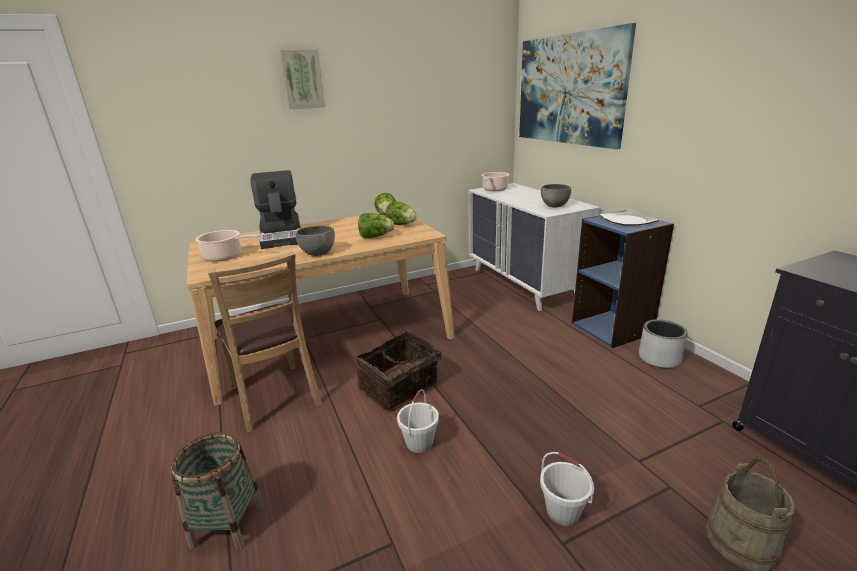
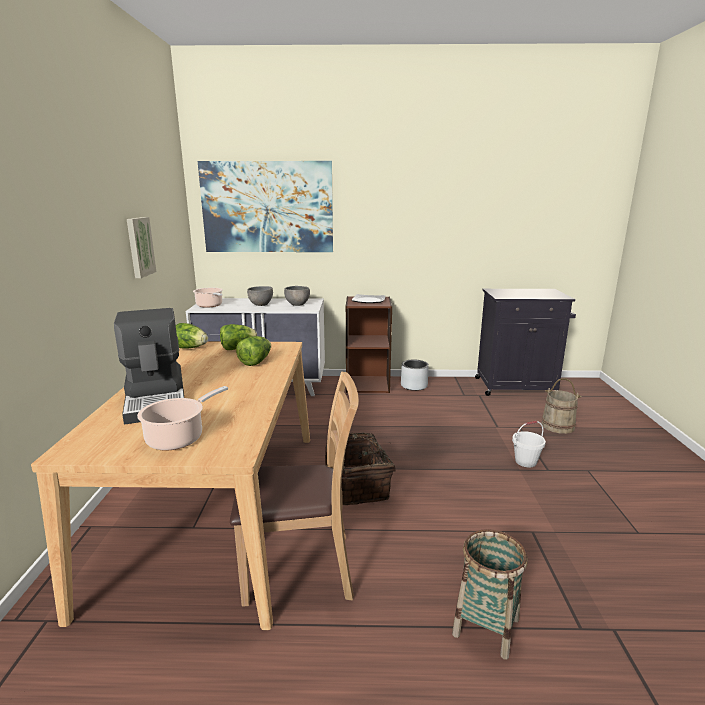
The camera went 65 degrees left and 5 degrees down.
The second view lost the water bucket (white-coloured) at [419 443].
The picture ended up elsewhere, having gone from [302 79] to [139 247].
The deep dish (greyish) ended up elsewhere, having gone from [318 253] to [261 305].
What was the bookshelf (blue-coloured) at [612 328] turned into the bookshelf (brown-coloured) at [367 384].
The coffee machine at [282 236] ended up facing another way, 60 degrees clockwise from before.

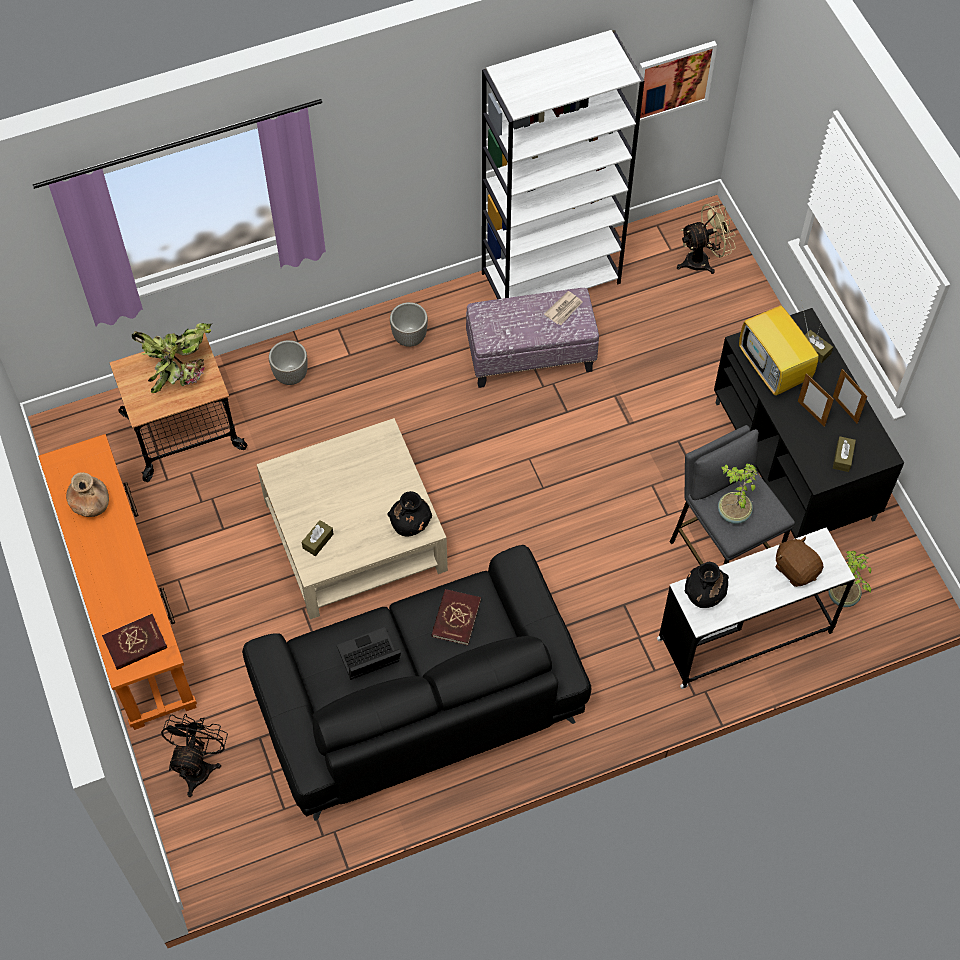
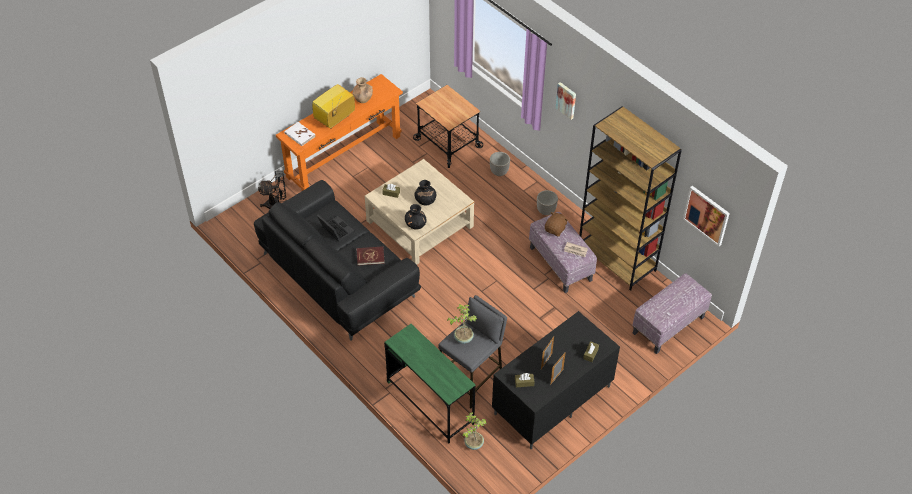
The camera went 70 degrees right and 10 degrees down.
The second view lost the potted plant at [180 370].
The second view gained the picture at [566 100].
The flower vase (black-coloured) ended up elsewhere, having gone from [704 594] to [425 201].
The TV set ended up elsewhere, having gone from [775 369] to [334 119].
The cuddly toy (brown-coloured) ended up elsewhere, having gone from [796 569] to [555 229].
Where the cooling fan (sand-coloured) stood at [703 260], the ottoman came to stand at [668 324].
What was the book (red-coloured) at [135 643] turned into the book (white-coloured) at [299 135].
What was the bookshelf (white-coloured) at [551 277] turned into the bookshelf (brown-coloured) at [617 259].
What was the desk table (white-coloured) at [745 636] turned into the desk table (green-coloured) at [430 403].

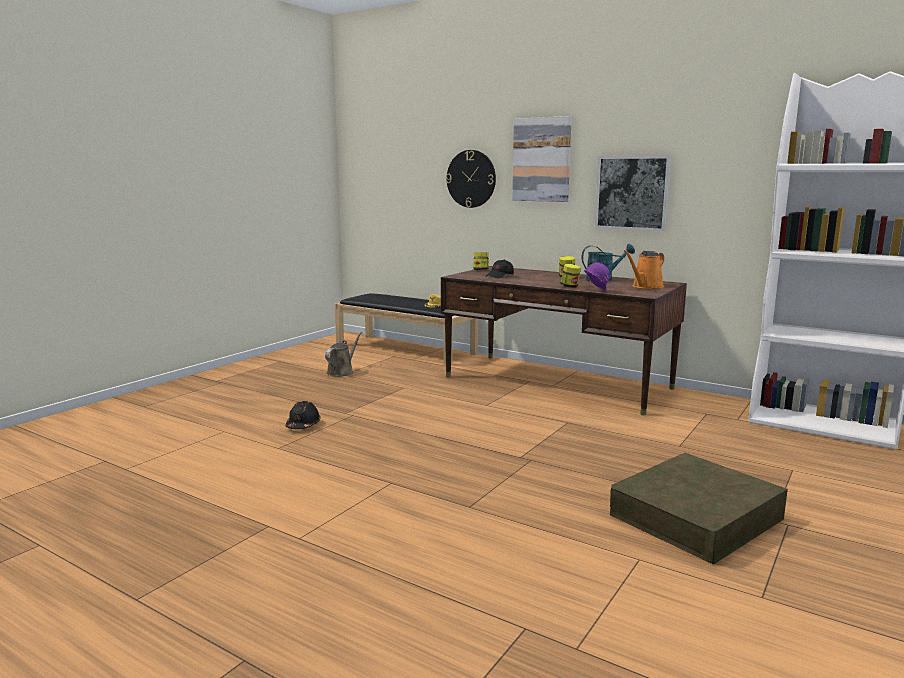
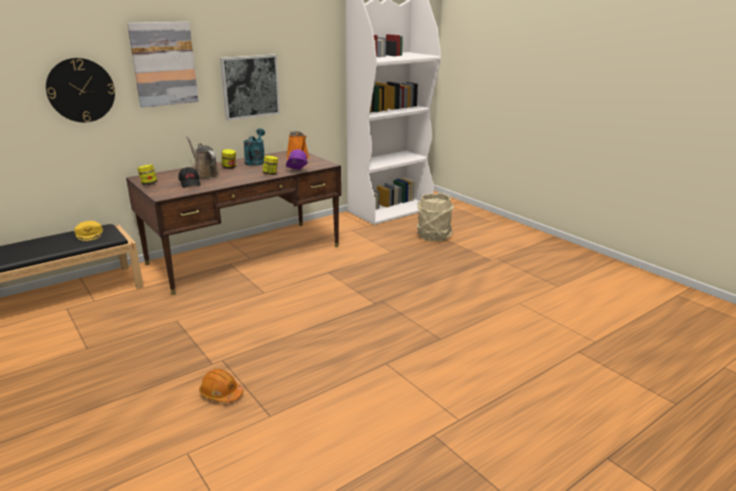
The camera went 70 degrees left and 10 degrees up.
The second view lost the storage container (brown-coloured) at [696 517].
The second view gained the water bucket (sand-coloured) at [433 236].
The watering pot (brown-coloured) ended up elsewhere, having gone from [342 372] to [205 174].
What was the work helmet (black-coloured) at [303 425] turned into the work helmet (orange-coloured) at [221 393].

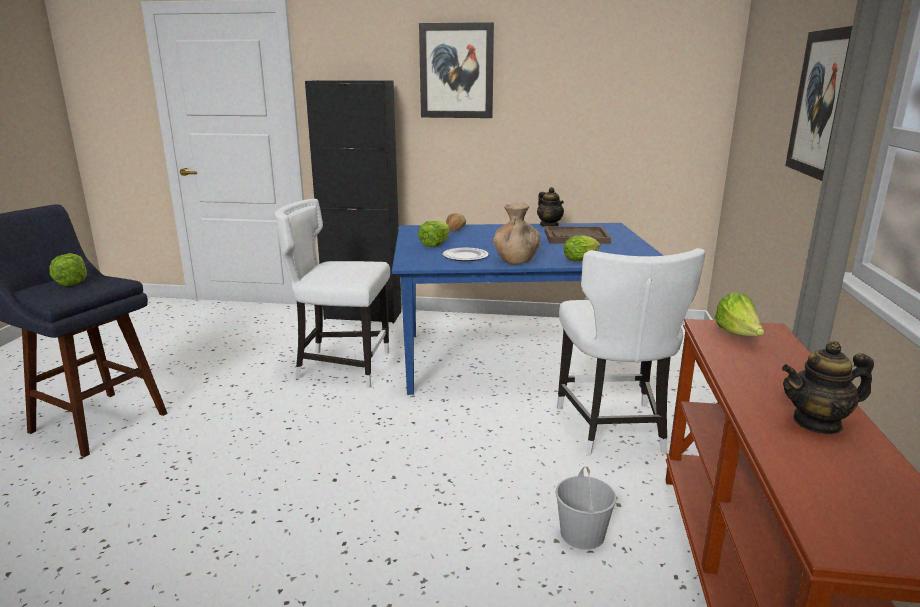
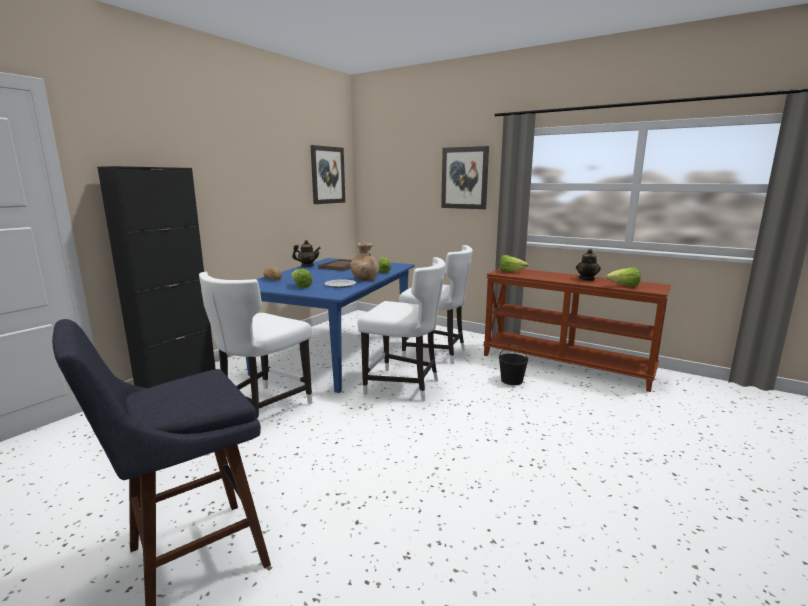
The camera went 65 degrees left and 5 degrees down.
The second view gained the chair (white-coloured) at [404 386].
The head of lettuce ended up elsewhere, having gone from [72 282] to [623 286].
The picture ended up elsewhere, having gone from [456 71] to [327 175].
What was the water bucket (white-coloured) at [583 534] turned into the water bucket (black-coloured) at [512 380].

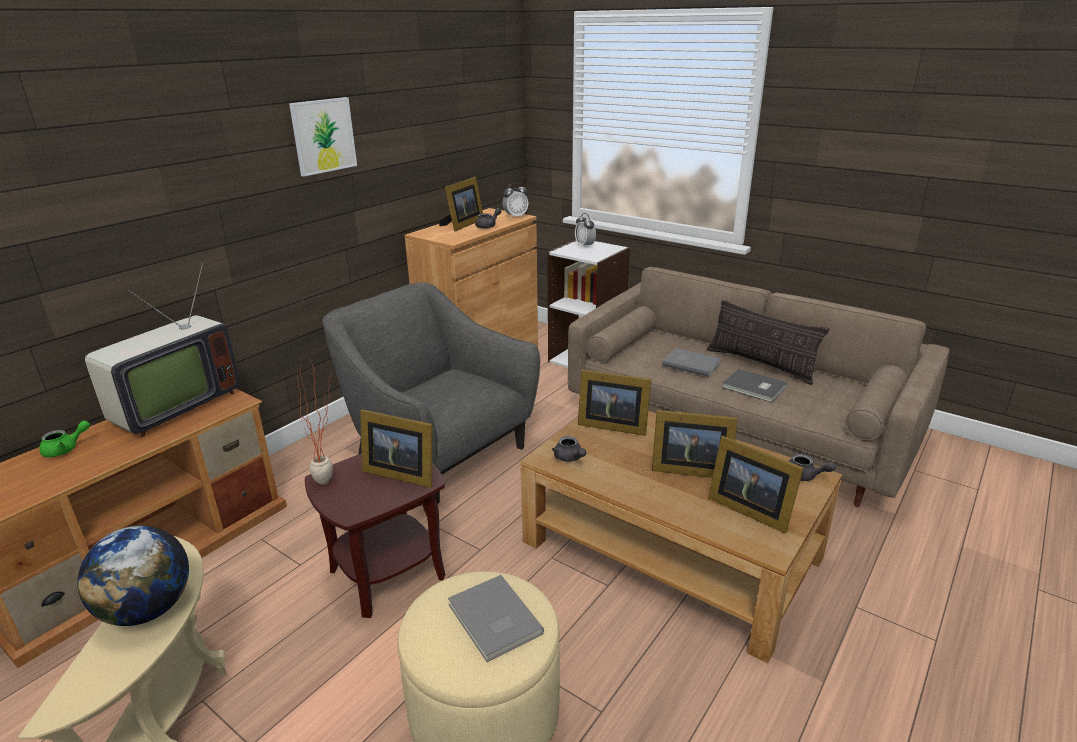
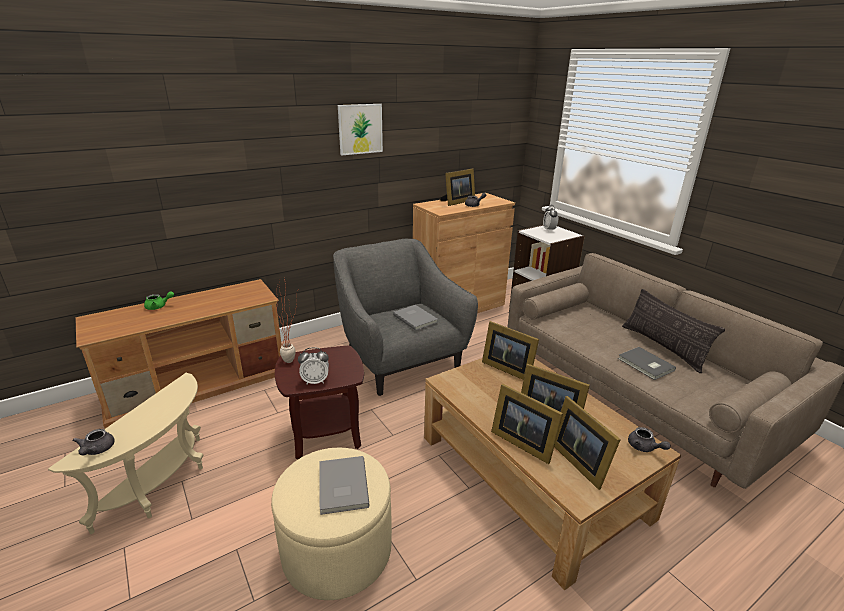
The camera went 20 degrees right and 0 degrees up.
The second view lost the desk globe at [148 610].
The second view lost the TV set at [172 408].
The standing frame ended up elsewhere, having gone from [399 472] to [522 441].
The bedside clock ended up elsewhere, having gone from [515 216] to [315 381].
The tea pot (greyish) ended up elsewhere, having gone from [569 458] to [96 450].
The book (greyish) ended up elsewhere, having gone from [691 363] to [415 318].

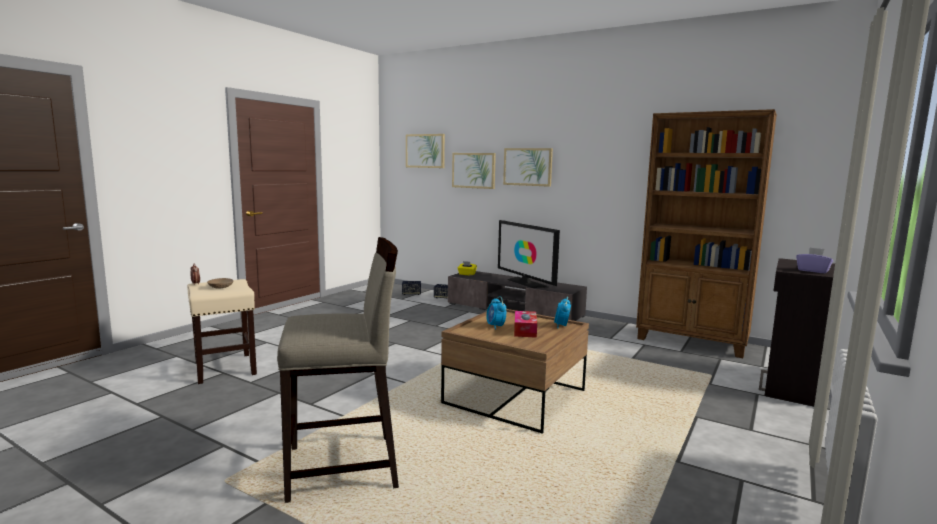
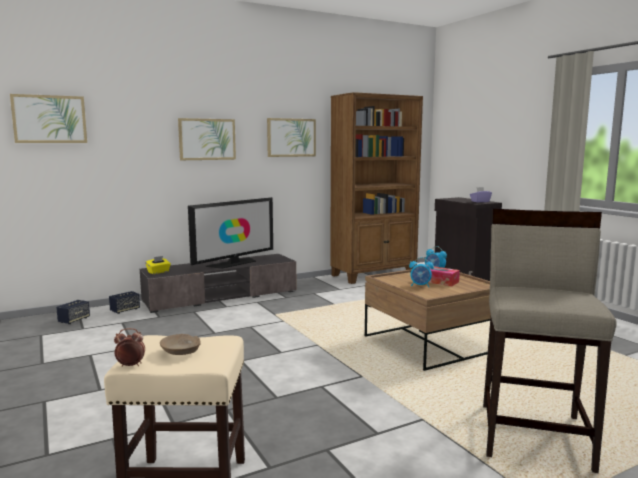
The camera went 60 degrees left and 0 degrees up.
The picture ended up elsewhere, having gone from [473 170] to [291 137].
The TV set at [526 282] ended up facing another way, 45 degrees counterclockwise from before.

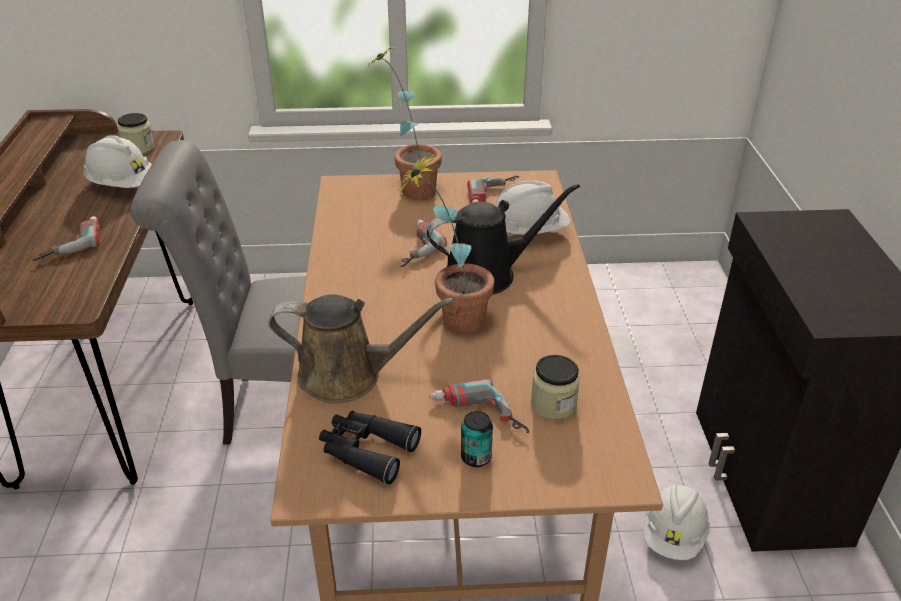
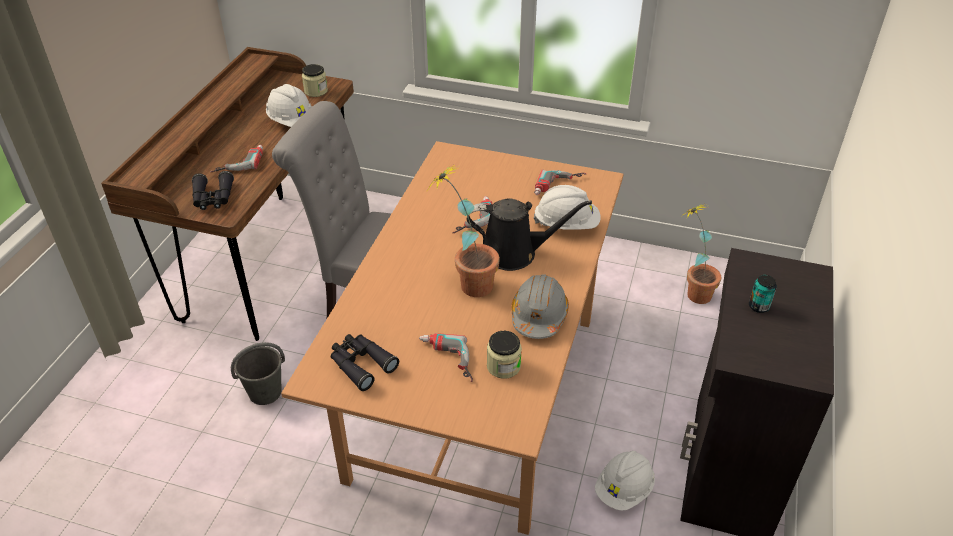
The camera went 20 degrees right and 5 degrees up.
The second view lost the watering pot (brown-coloured) at [348 376].
The second view gained the binoculars (black-coloured) at [213 198].
The second view gained the water bucket (greyish) at [265 392].
The second view gained the work helmet (greyish) at [539 315].
The potted plant ended up elsewhere, having gone from [409 188] to [692 291].
The sealed can ended up elsewhere, having gone from [476 457] to [758 306].

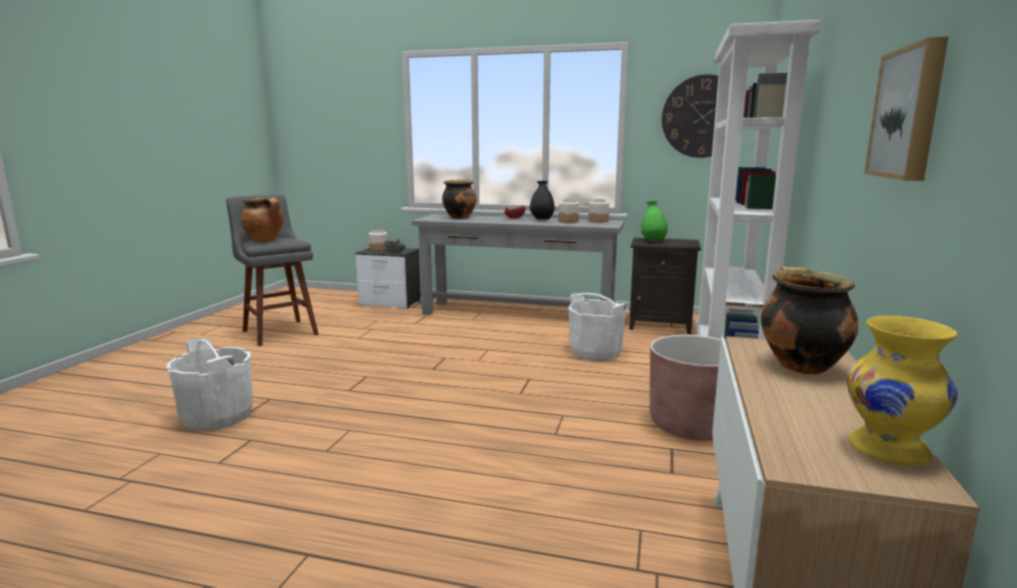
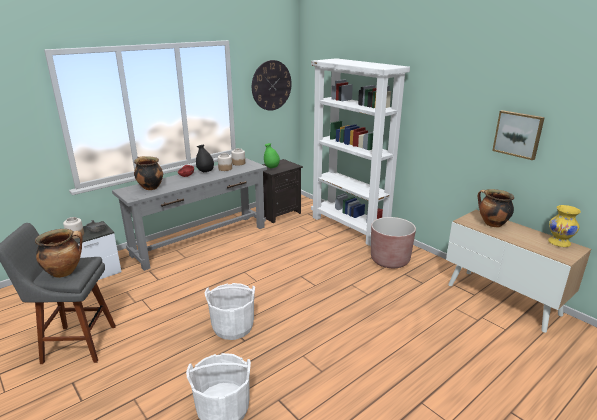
The camera went 55 degrees left and 10 degrees up.
The water bucket (white-coloured) ended up elsewhere, having gone from [595 352] to [233 327].

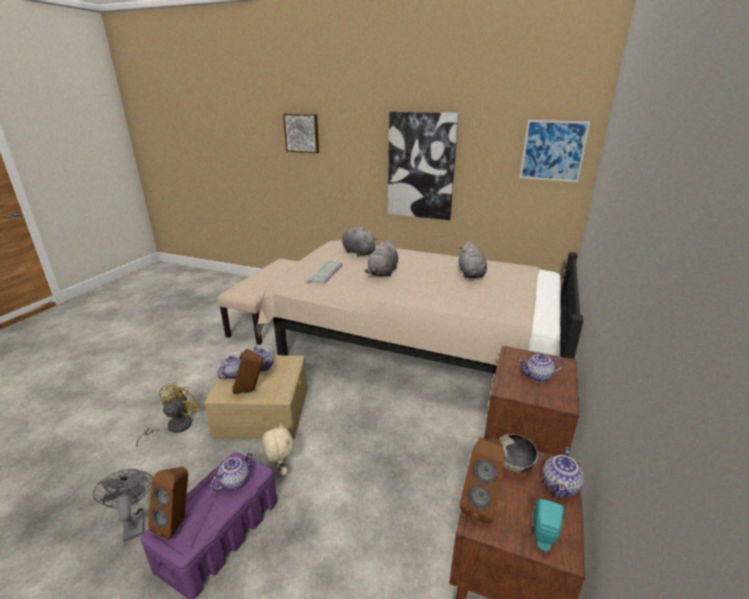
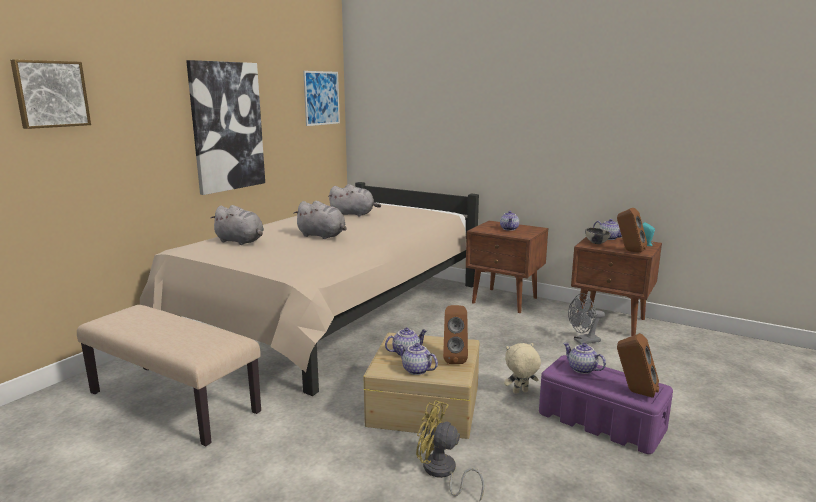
The camera went 80 degrees left and 10 degrees down.
The second view lost the keyboard at [326 273].
The cooling fan (greyish) ended up elsewhere, having gone from [133 522] to [583 341].
The cuddly toy (greyish) at [357 252] ended up facing another way, 120 degrees counterclockwise from before.

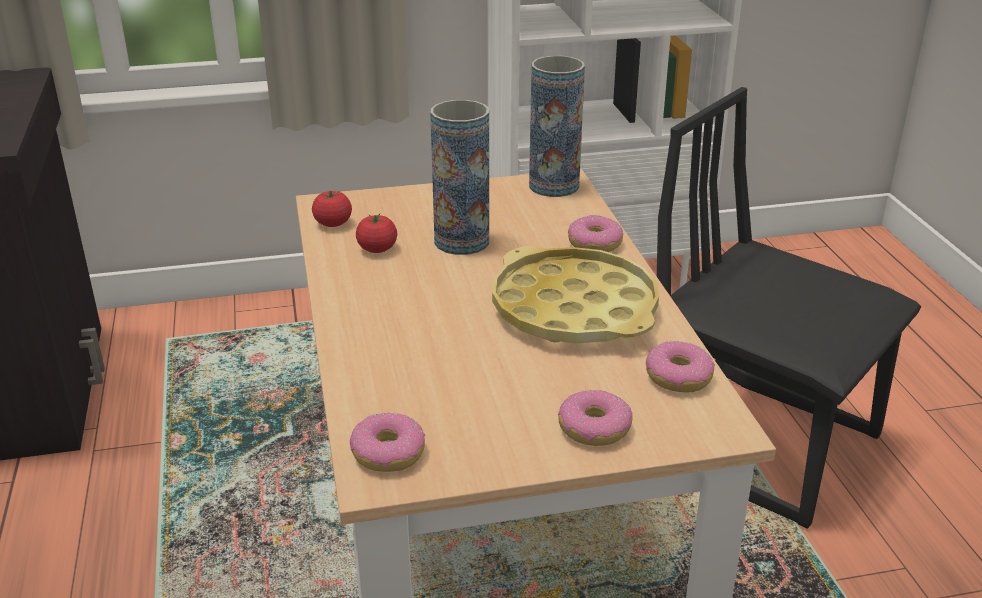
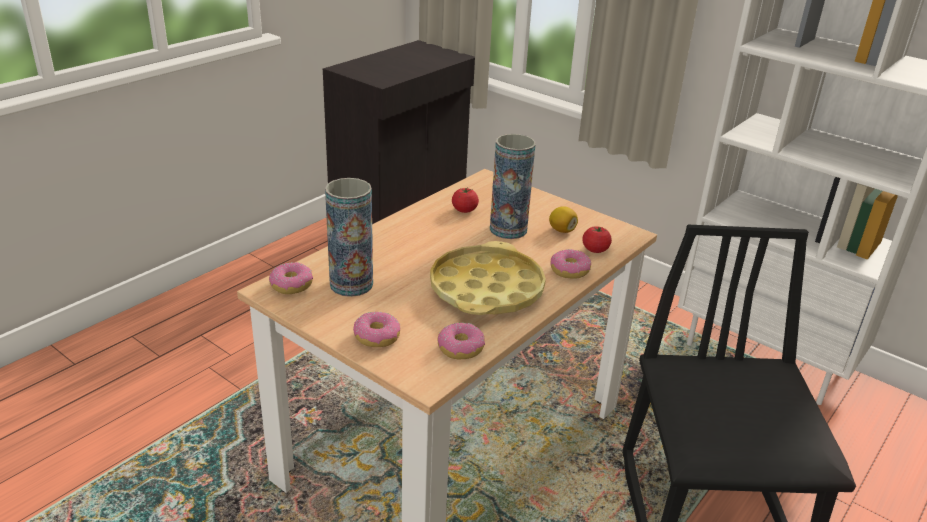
The camera went 50 degrees right and 0 degrees up.
The second view gained the citrus fruit at [562 230].
The fresh tomato ended up elsewhere, having gone from [333 223] to [595 250].
The flower vase ended up elsewhere, having gone from [554 186] to [351 284].

